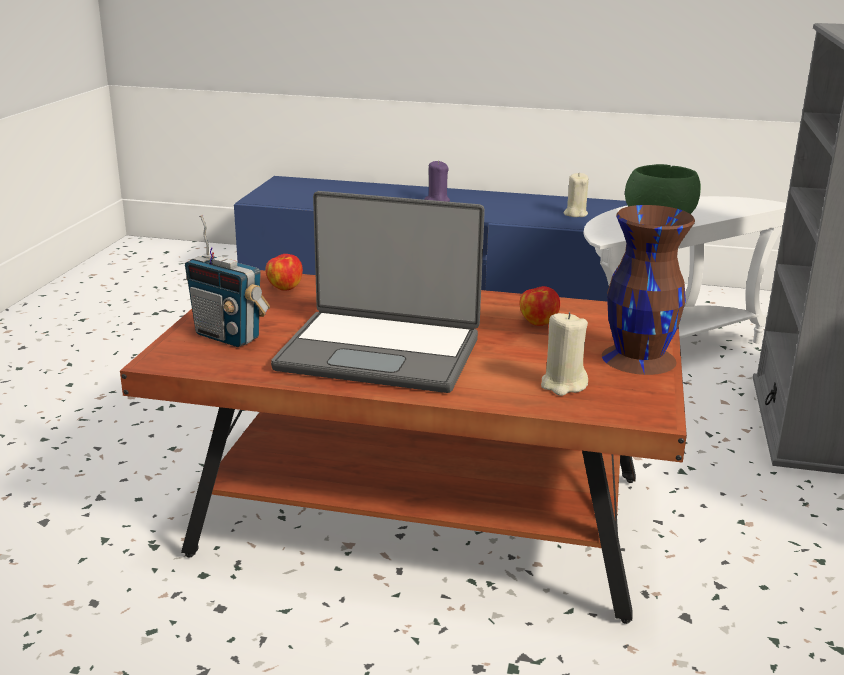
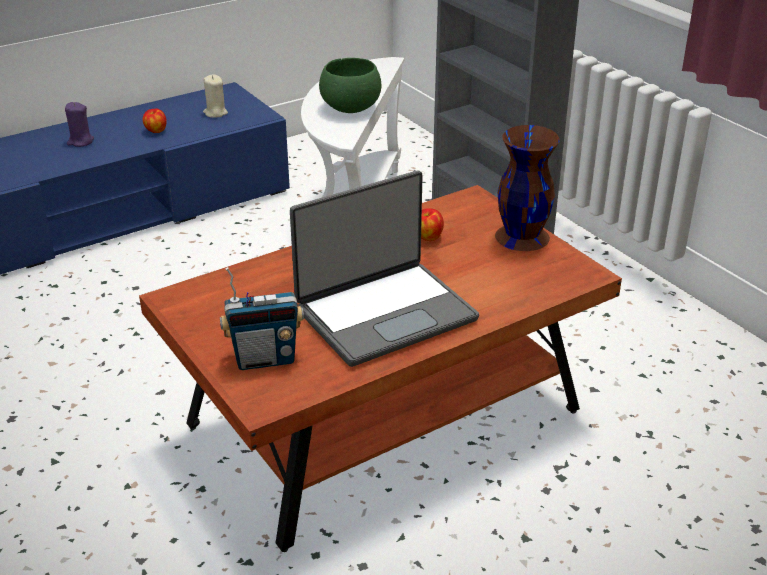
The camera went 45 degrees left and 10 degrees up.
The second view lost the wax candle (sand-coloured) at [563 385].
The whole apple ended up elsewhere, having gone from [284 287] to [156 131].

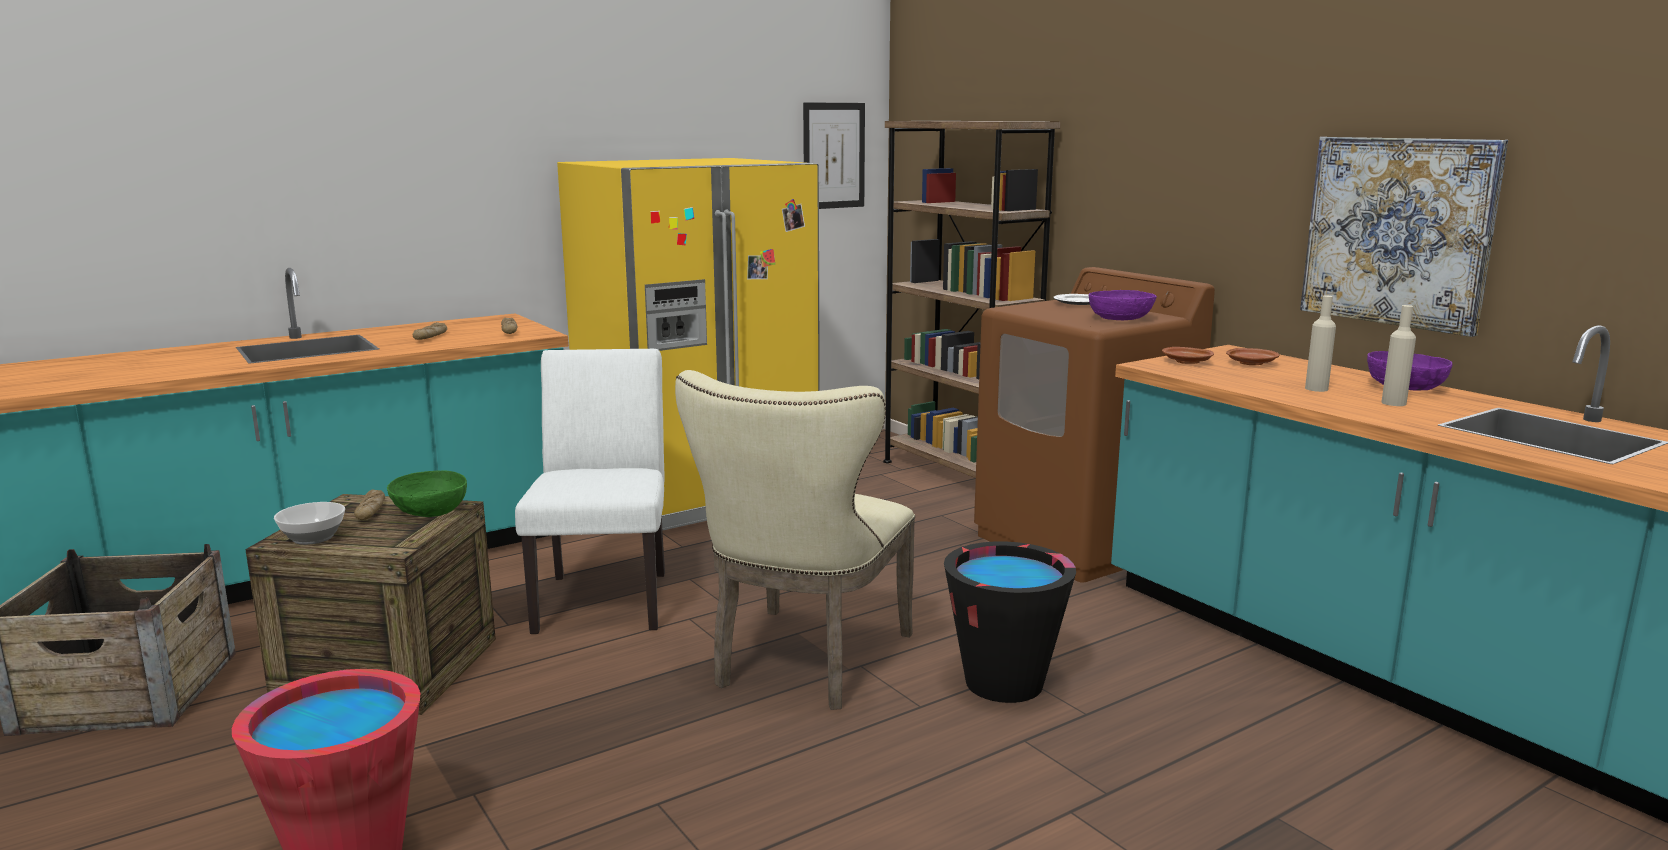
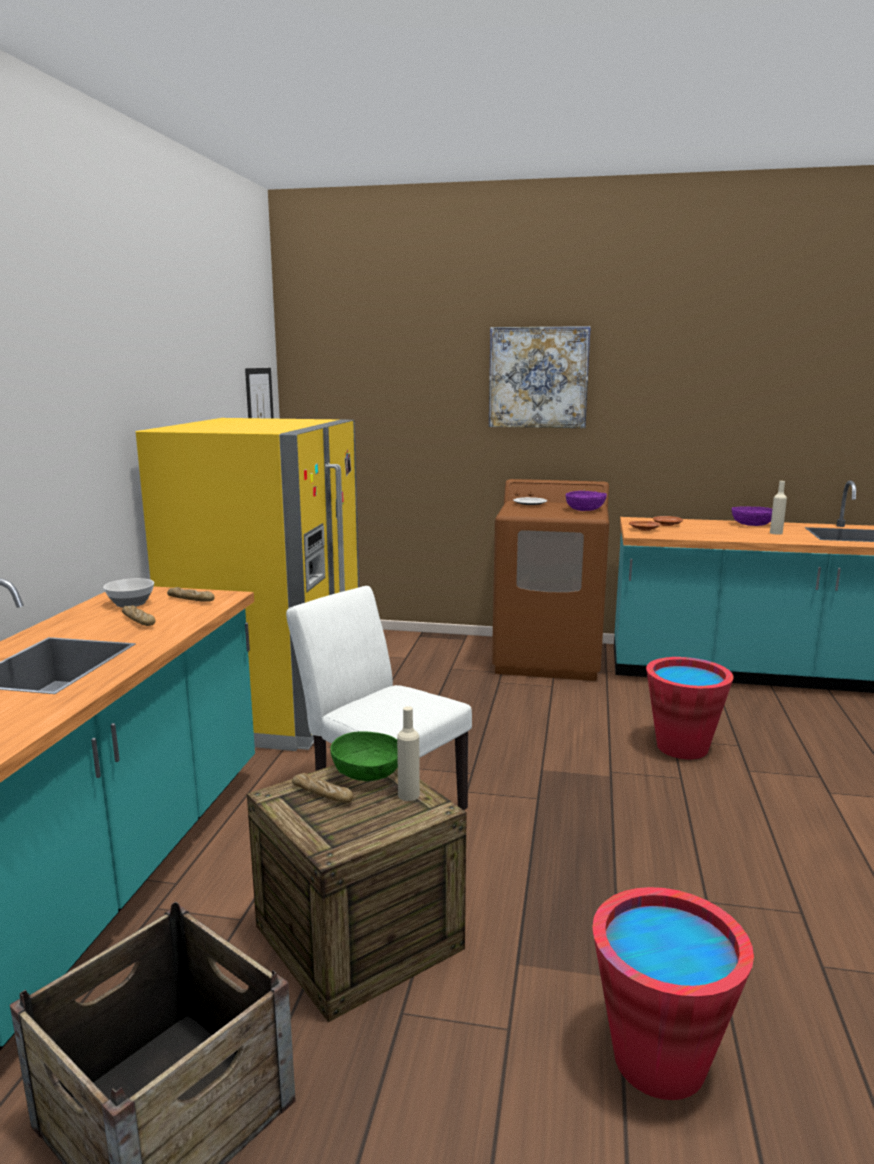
The camera went 45 degrees left and 0 degrees up.
The second view lost the chair (sand-coloured) at [804 664].
The second view lost the bookshelf (brown-coloured) at [957 475].
The deep dish ended up elsewhere, having gone from [313 538] to [131 604].
The picture ended up elsewhere, having gone from [1398 231] to [538 377].
The bottle (sand-coloured) ended up elsewhere, having gone from [1316 389] to [408 795].
What was the water bucket (black-coloured) at [1004 683] turned into the water bucket (red-coloured) at [682 747].

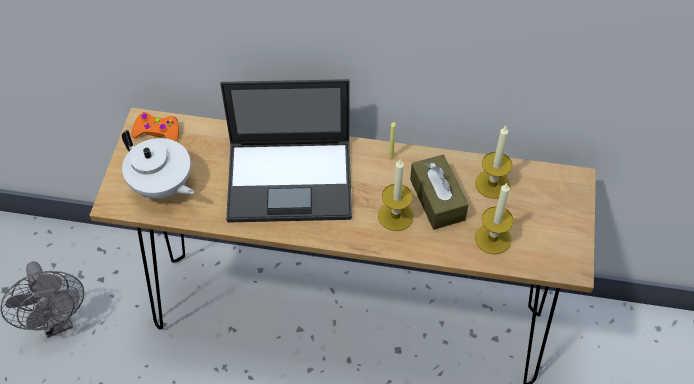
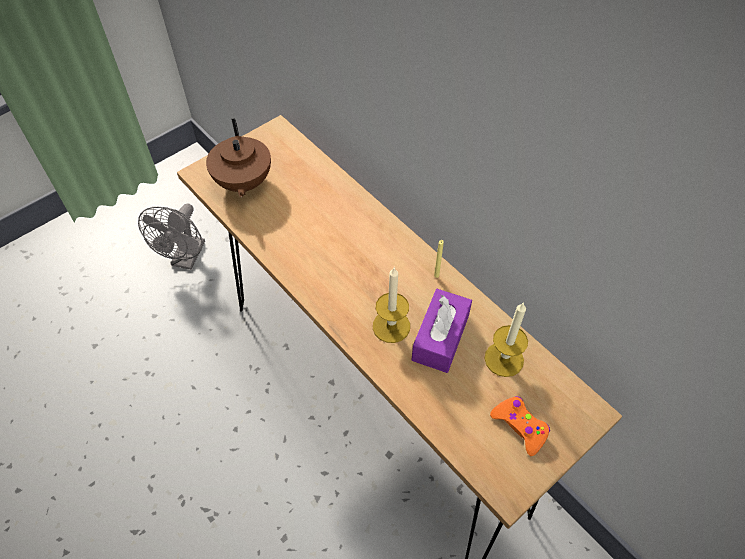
The camera went 40 degrees right and 0 degrees up.
The second view lost the portable computer at [291 180].
The second view lost the wax candle at [492 238].
The joypad (orange-coloured) ended up elsewhere, having gone from [157 132] to [520 426].
What was the tea pot (white-coloured) at [162 186] turned into the tea pot (brown-coloured) at [243 183].
What was the box of tissues (brown-coloured) at [437 199] turned into the box of tissues (purple-coloured) at [440 338].

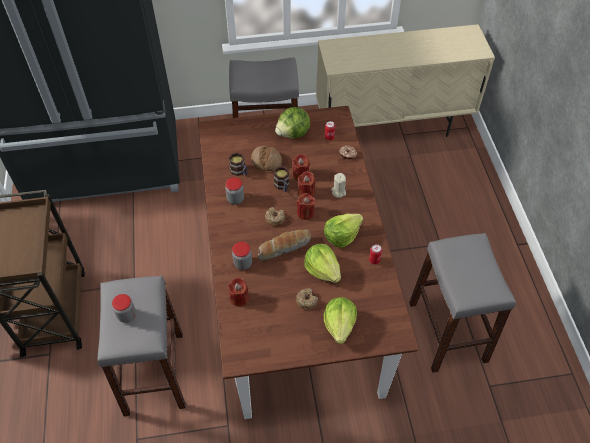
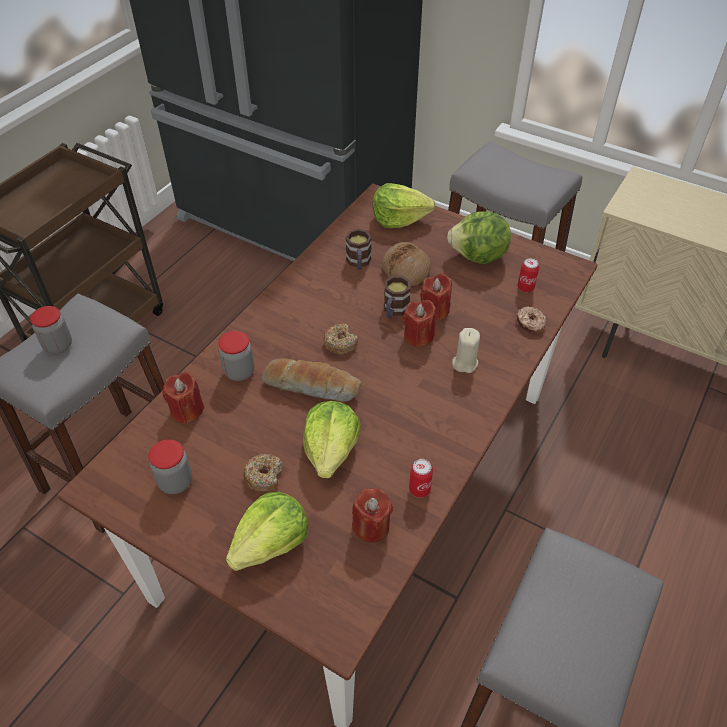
The camera went 40 degrees right and 5 degrees down.
The jar ended up elsewhere, having gone from [235 199] to [175 482].
The wax candle (red-coloured) ended up elsewhere, having gone from [305 213] to [371 526].
The head of lettuce ended up elsewhere, having gone from [341 235] to [399 219].

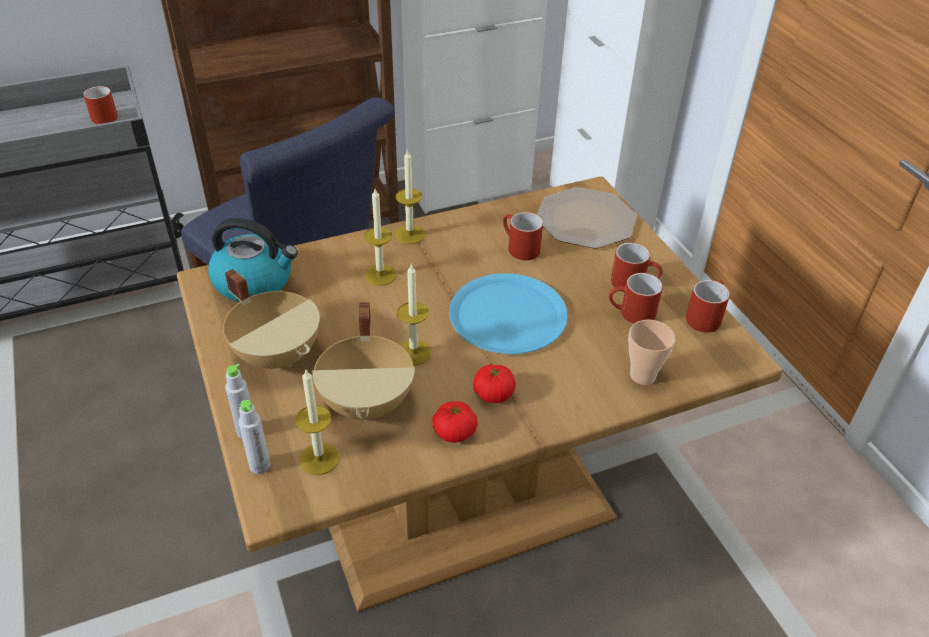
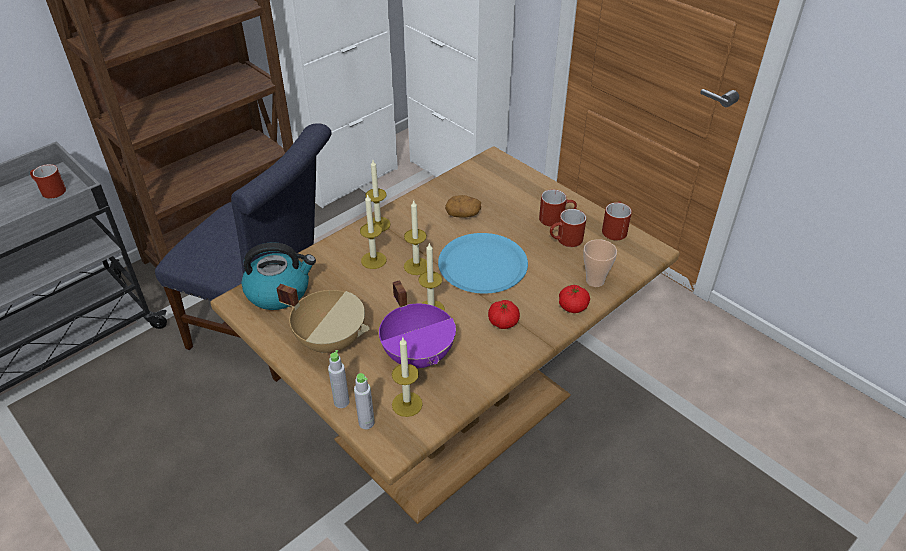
The camera went 20 degrees left and 0 degrees up.
The second view lost the dinner plate at [585 220].
The second view gained the wax candle at [416 266].
The fresh tomato ended up elsewhere, having gone from [454 432] to [573 307].
Where the coffee mug (red-coloured) stood at [518 248], the whole potato came to stand at [463 214].
What was the stockpot (sand-coloured) at [368 403] turned into the stockpot (purple-coloured) at [419 354].

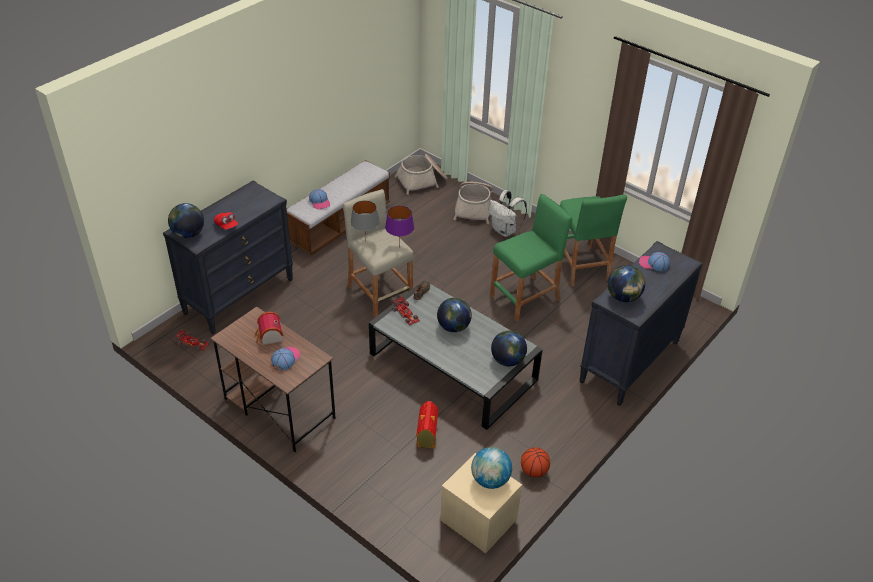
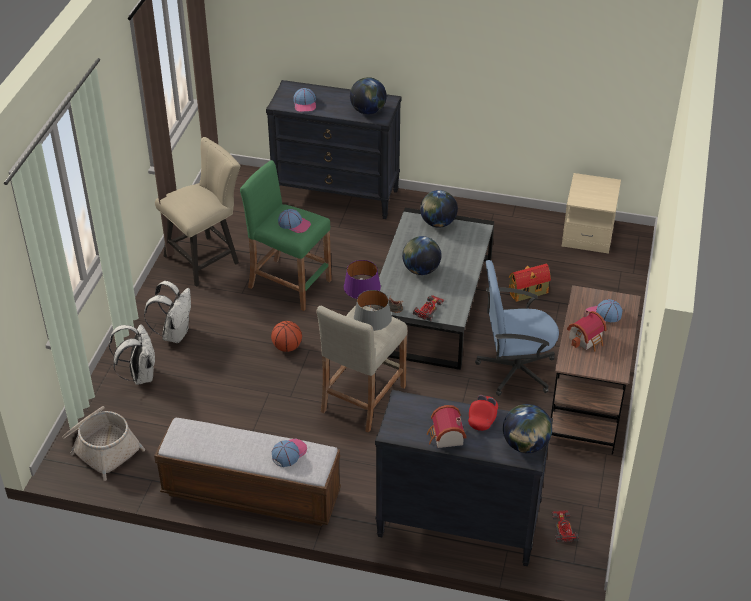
The camera went 115 degrees left and 0 degrees up.
The second view lost the desk globe at [490 480].
The second view gained the baseball cap at [294 224].
The second view gained the toy house at [445 437].
The second view gained the office chair (blue-coloured) at [515 369].
The basketball ball ended up elsewhere, having gone from [534 471] to [287 347].
Where the household basket stood at [474 207], the knapsack (white-coloured) came to stand at [139 375].
Where the stool (green-coloured) stood at [581 266], the chair (sand-coloured) came to stand at [206 258].

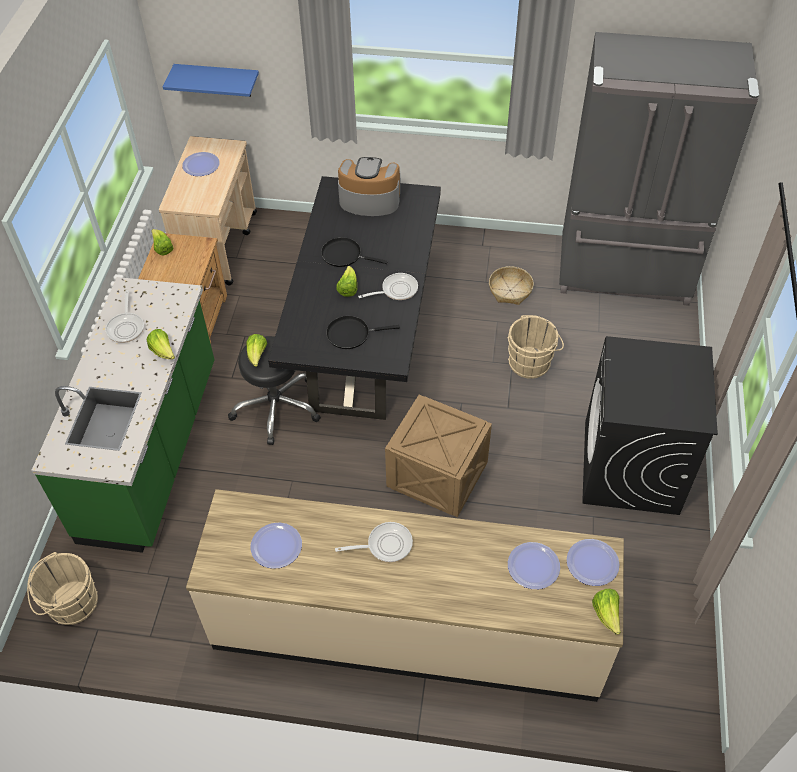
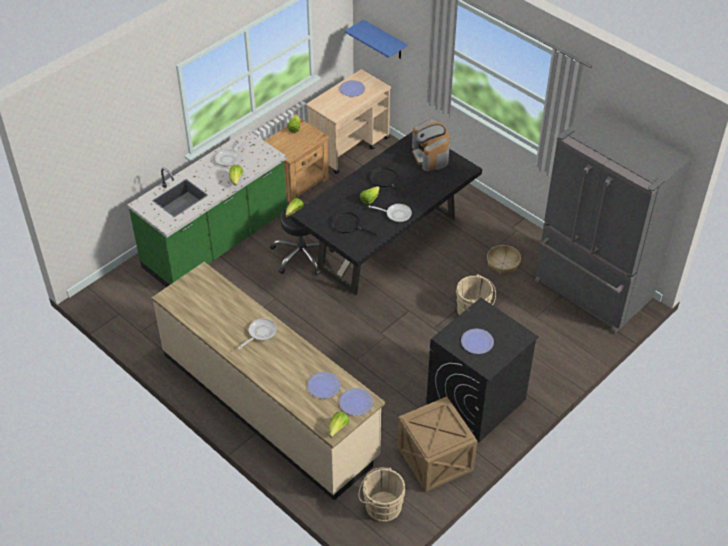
The camera went 35 degrees right and 5 degrees down.
The water bucket (sand-coloured) ended up elsewhere, having gone from [70 604] to [381 506].
The dinner plate ended up elsewhere, having gone from [276 546] to [477 342].
The packing crate ended up elsewhere, having gone from [438 476] to [435 460].
The skillet at [385 545] ended up facing another way, 75 degrees counterclockwise from before.
The coffee machine at [369 200] ended up facing another way, 150 degrees counterclockwise from before.

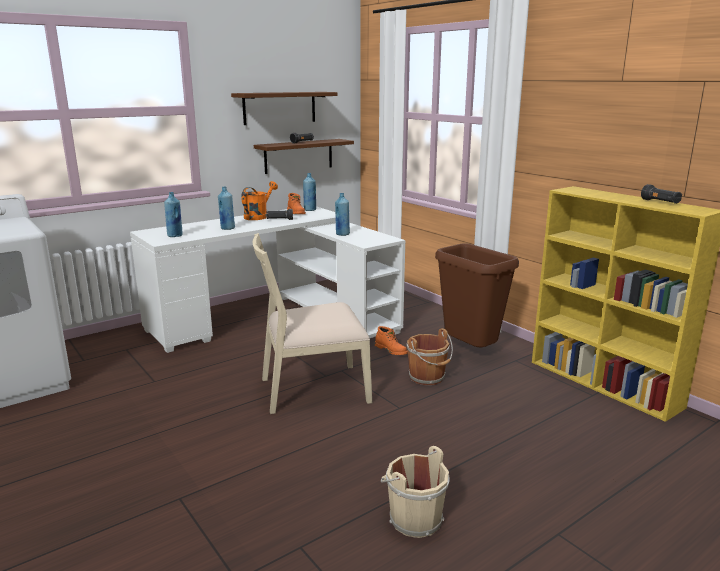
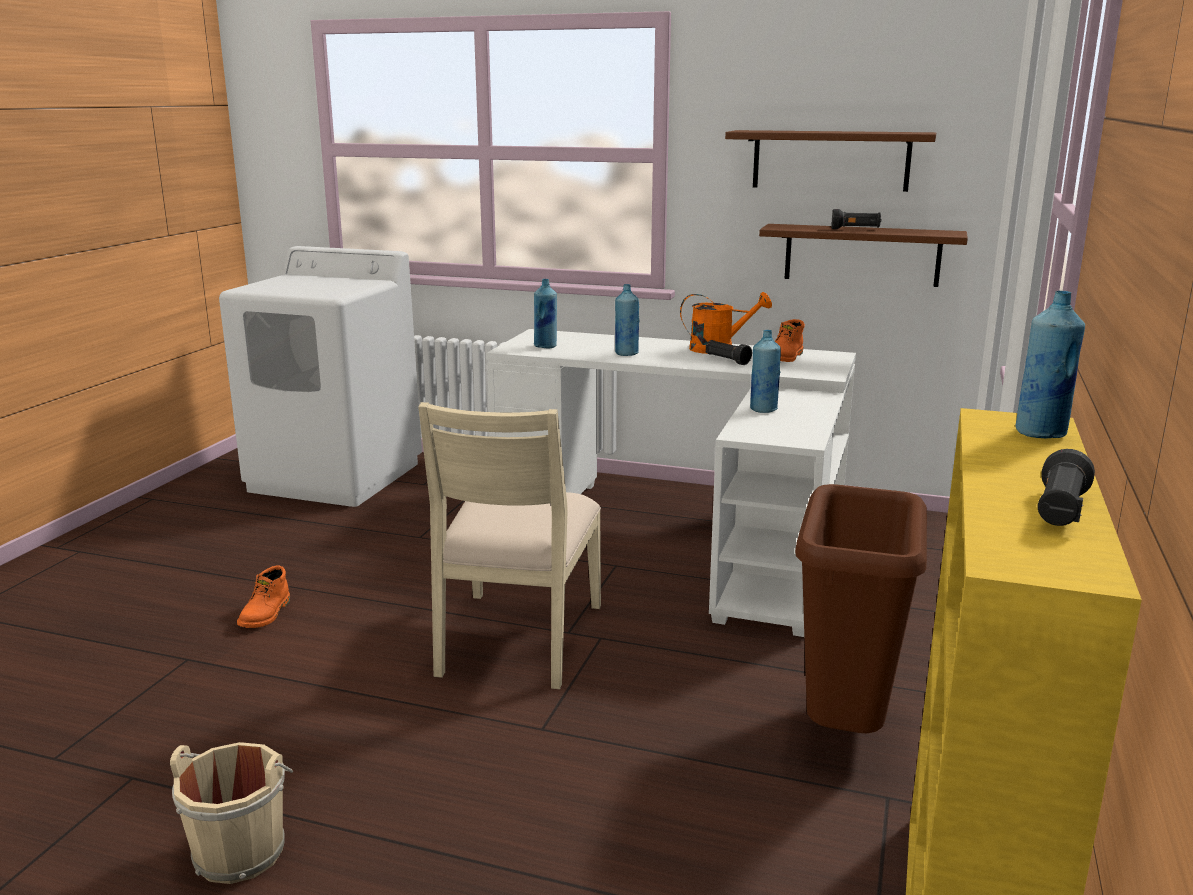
The camera went 55 degrees right and 0 degrees up.
The second view lost the water bucket (brown-coloured) at [428 377].
The bottle (blue-coloured) ended up elsewhere, having gone from [310 210] to [1041 433].
The tall boot (orange-coloured) ended up elsewhere, having gone from [391 350] to [266 615].
The chair (sand-coloured) at [313 389] ended up facing another way, 120 degrees counterclockwise from before.

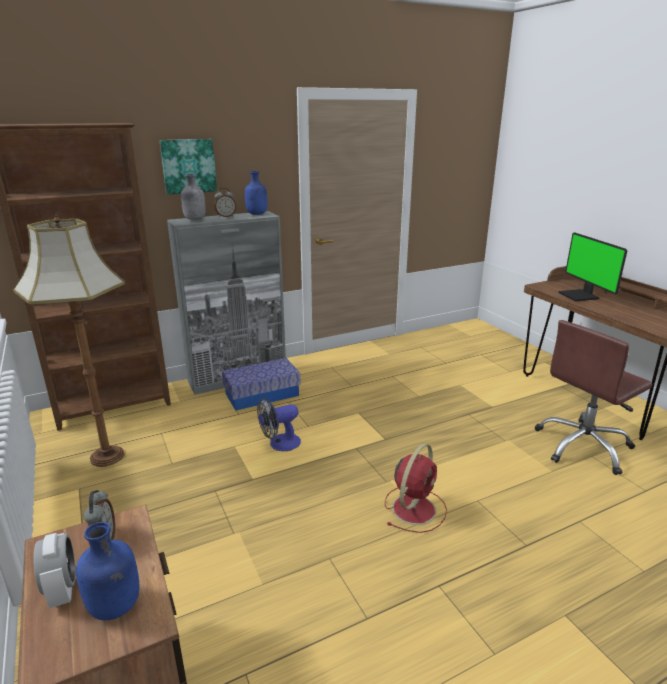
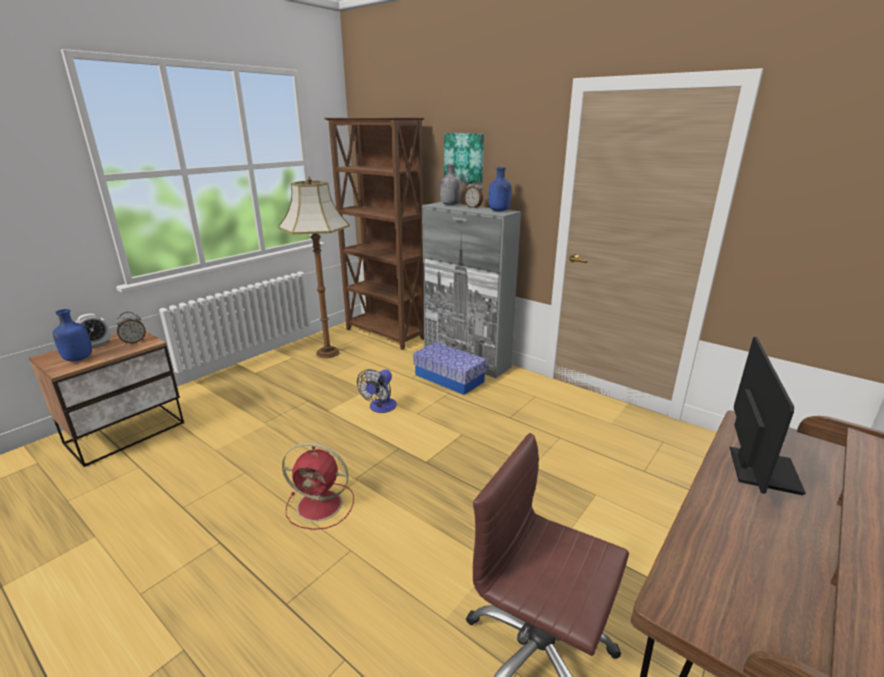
The camera went 65 degrees right and 0 degrees up.
The cooling fan at [279 444] ended up facing another way, 105 degrees counterclockwise from before.
The monitor at [580 296] ended up facing another way, 150 degrees clockwise from before.

